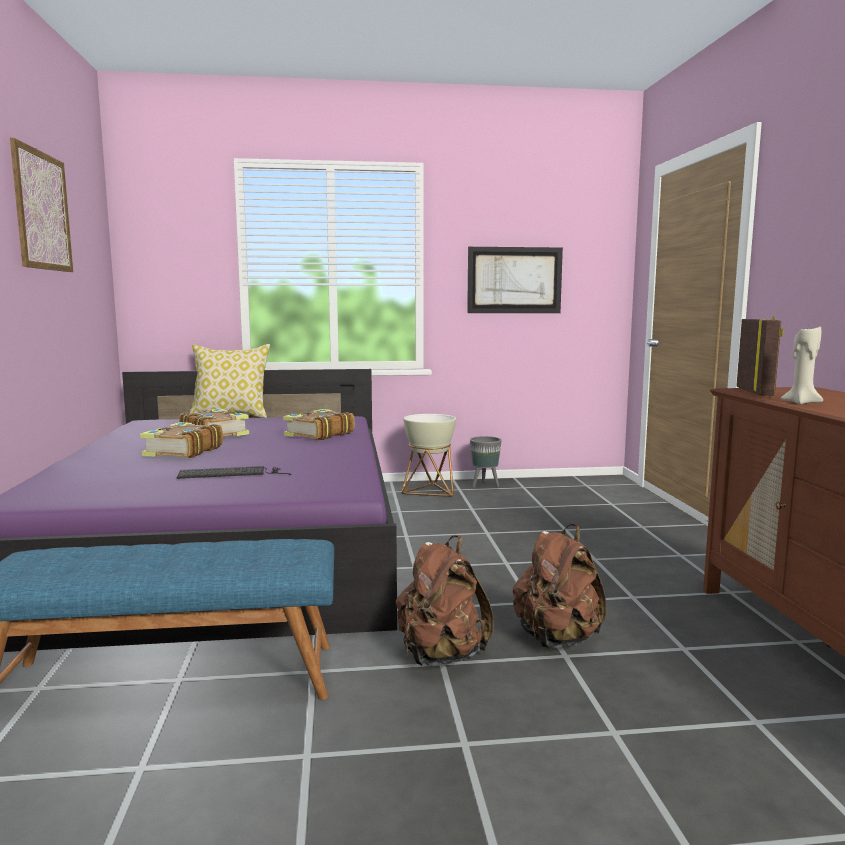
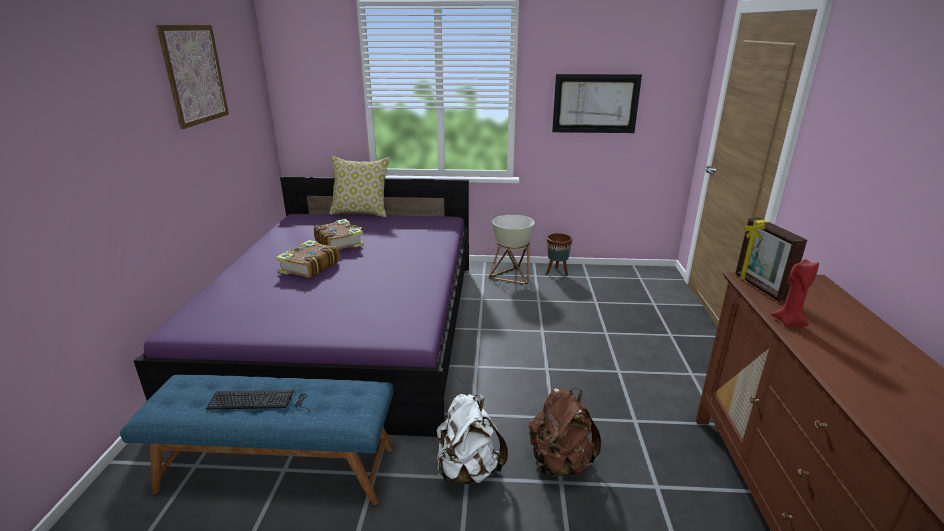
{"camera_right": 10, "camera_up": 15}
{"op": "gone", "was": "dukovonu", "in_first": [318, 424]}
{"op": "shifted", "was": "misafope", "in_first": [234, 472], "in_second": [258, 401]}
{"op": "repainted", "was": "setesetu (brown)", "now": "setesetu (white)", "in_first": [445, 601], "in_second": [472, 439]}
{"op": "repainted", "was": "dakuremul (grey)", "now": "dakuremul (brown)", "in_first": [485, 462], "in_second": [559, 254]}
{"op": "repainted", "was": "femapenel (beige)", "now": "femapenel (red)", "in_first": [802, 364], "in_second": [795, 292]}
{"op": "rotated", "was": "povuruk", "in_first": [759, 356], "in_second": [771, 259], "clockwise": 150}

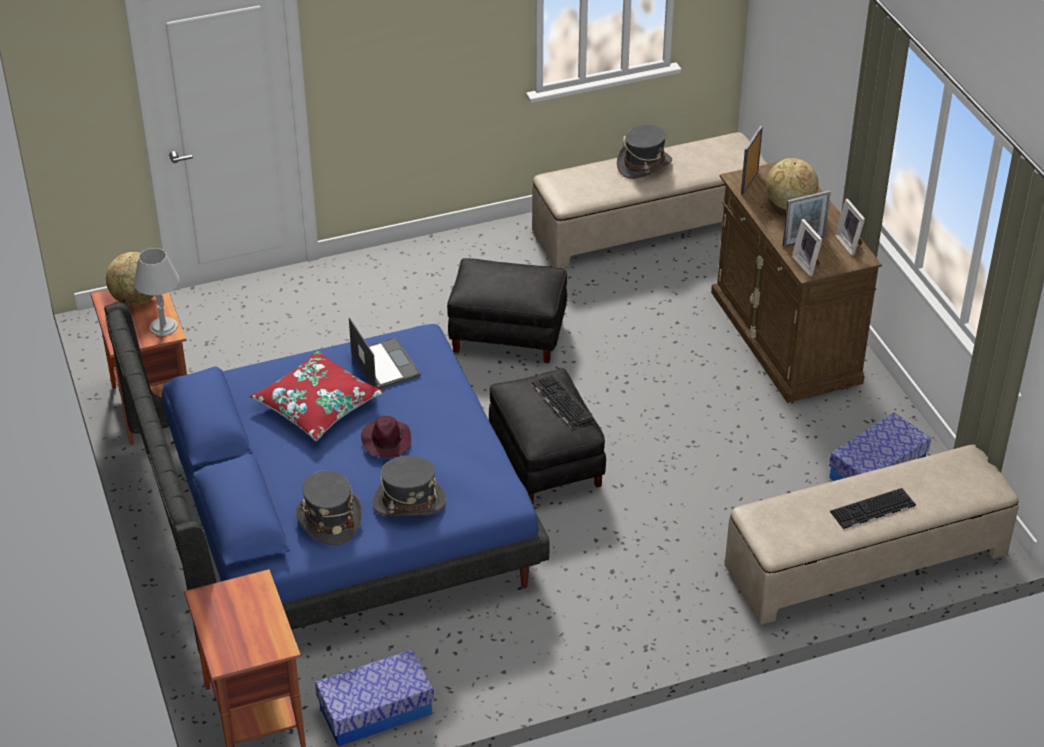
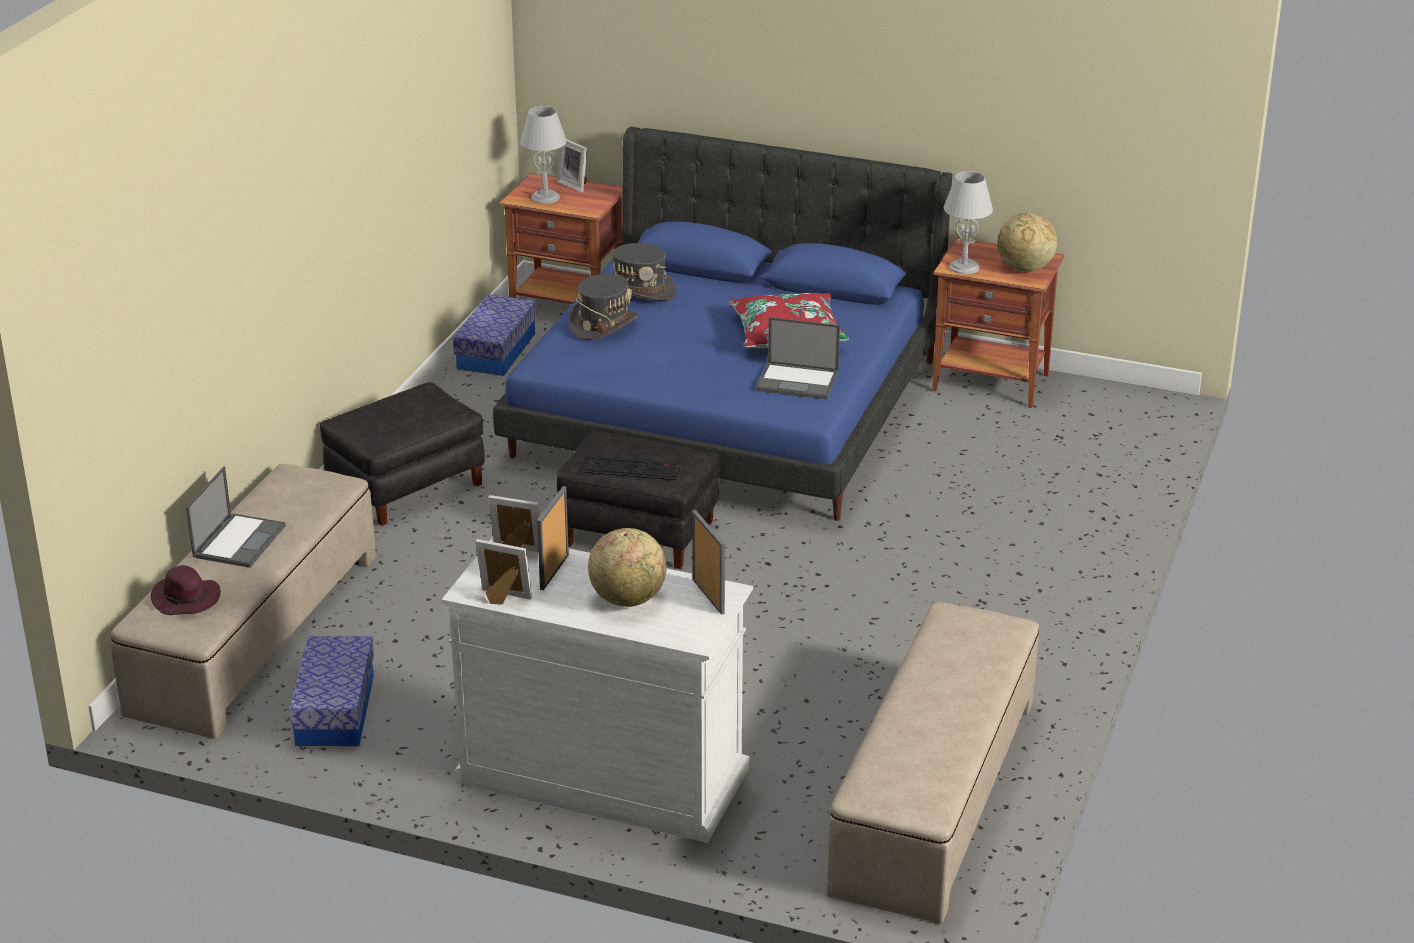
{"camera_right": 130, "camera_up": -10}
{"op": "gone", "was": "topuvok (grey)", "in_first": [644, 152]}
{"op": "new", "now": "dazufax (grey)", "in_second": [543, 155]}
{"op": "new", "now": "povuruk", "in_second": [571, 166]}
{"op": "shifted", "was": "topuvok (purple)", "in_first": [386, 437], "in_second": [186, 590]}
{"op": "shifted", "was": "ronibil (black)", "in_first": [507, 310], "in_second": [401, 454]}
{"op": "swapped", "was": "misafope", "now": "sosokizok", "in_first": [873, 509], "in_second": [236, 517]}
{"op": "repainted", "was": "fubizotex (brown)", "now": "fubizotex (white)", "in_first": [796, 282], "in_second": [597, 690]}

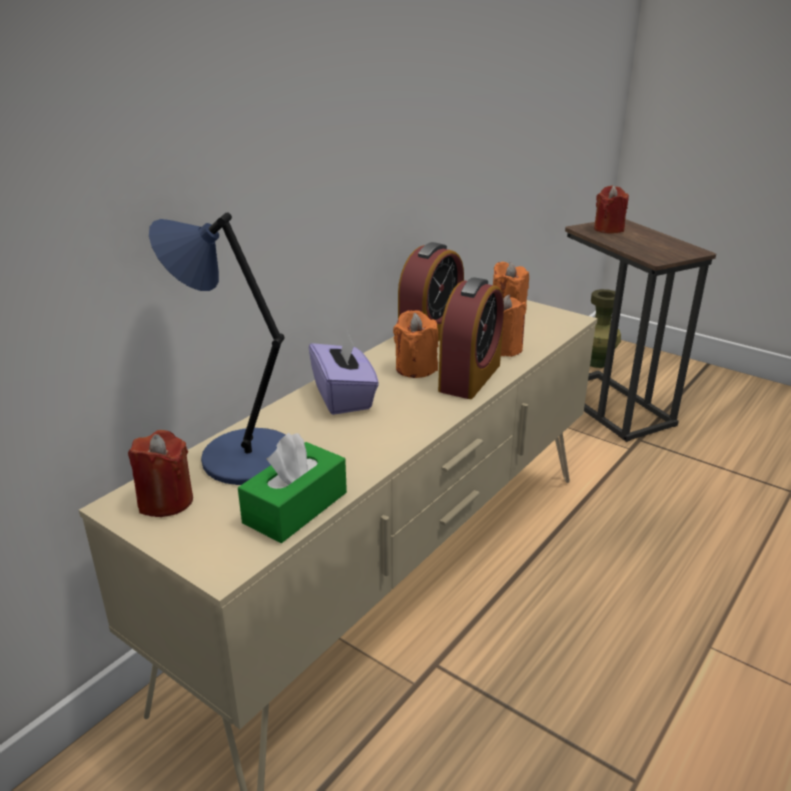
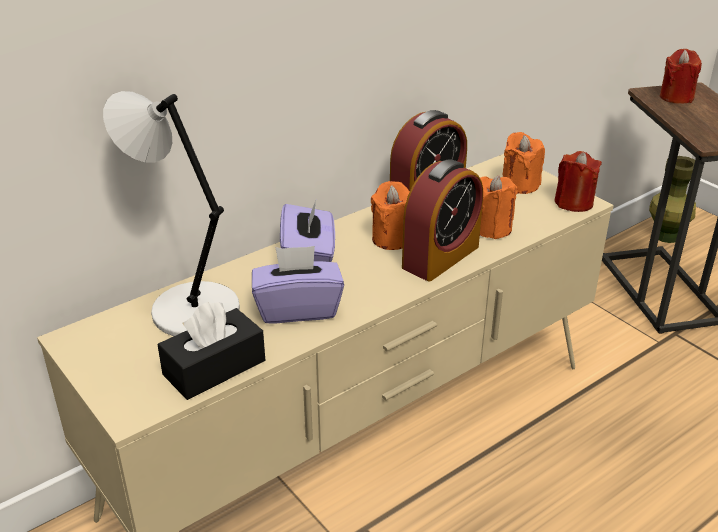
{"camera_right": 15, "camera_up": 5}
{"op": "new", "now": "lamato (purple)", "in_second": [298, 284]}
{"op": "shifted", "was": "femapenel (red)", "in_first": [160, 473], "in_second": [578, 181]}
{"op": "repainted", "was": "dazufax (blue)", "now": "dazufax (grey)", "in_first": [217, 349], "in_second": [171, 213]}
{"op": "repainted", "was": "lamato (green)", "now": "lamato (black)", "in_first": [292, 488], "in_second": [211, 351]}

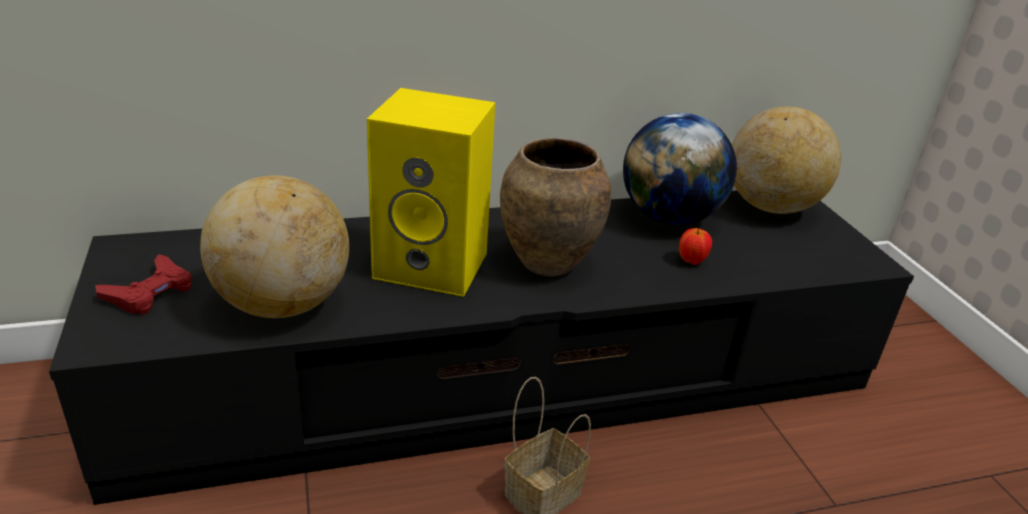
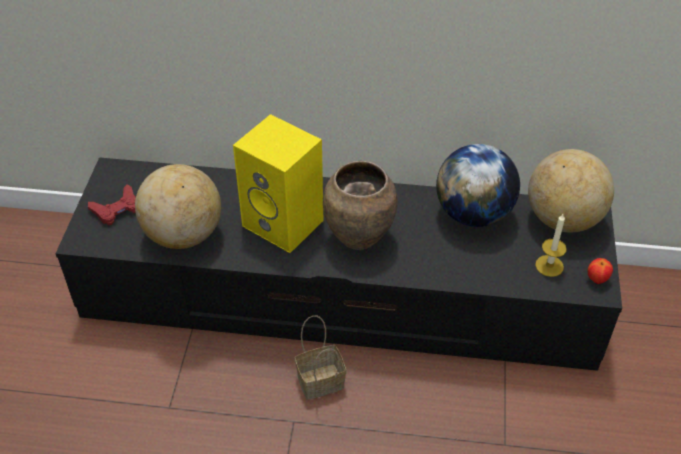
{"camera_right": 25, "camera_up": 15}
{"op": "new", "now": "femapenel", "in_second": [551, 245]}
{"op": "shifted", "was": "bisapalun", "in_first": [695, 246], "in_second": [600, 271]}

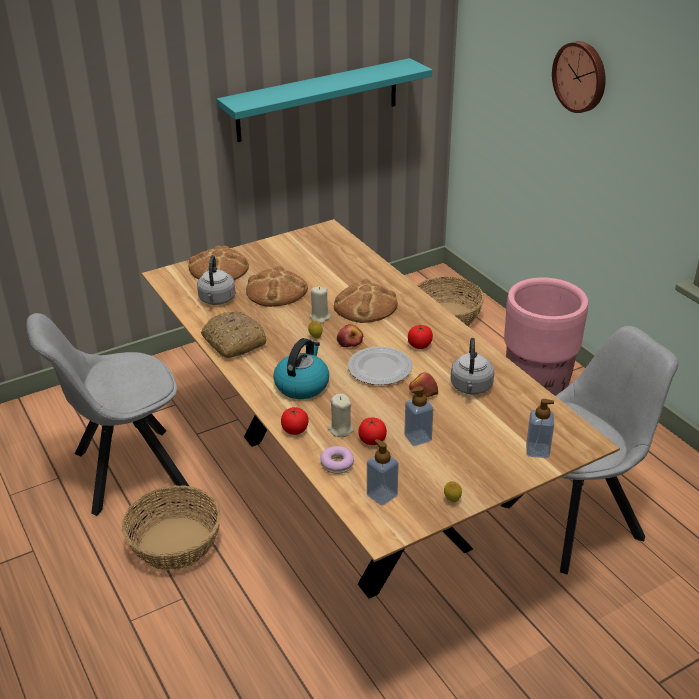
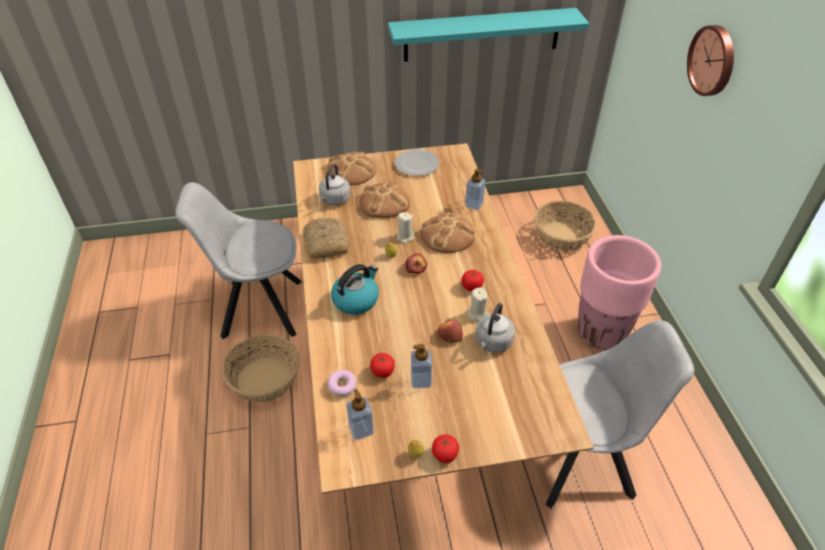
{"camera_right": 20, "camera_up": 10}
{"op": "shifted", "was": "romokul", "in_first": [295, 421], "in_second": [445, 448]}
{"op": "shifted", "was": "femapenel (beige)", "in_first": [340, 415], "in_second": [477, 305]}
{"op": "shifted", "was": "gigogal", "in_first": [380, 365], "in_second": [416, 162]}
{"op": "shifted", "was": "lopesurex", "in_first": [540, 428], "in_second": [475, 189]}

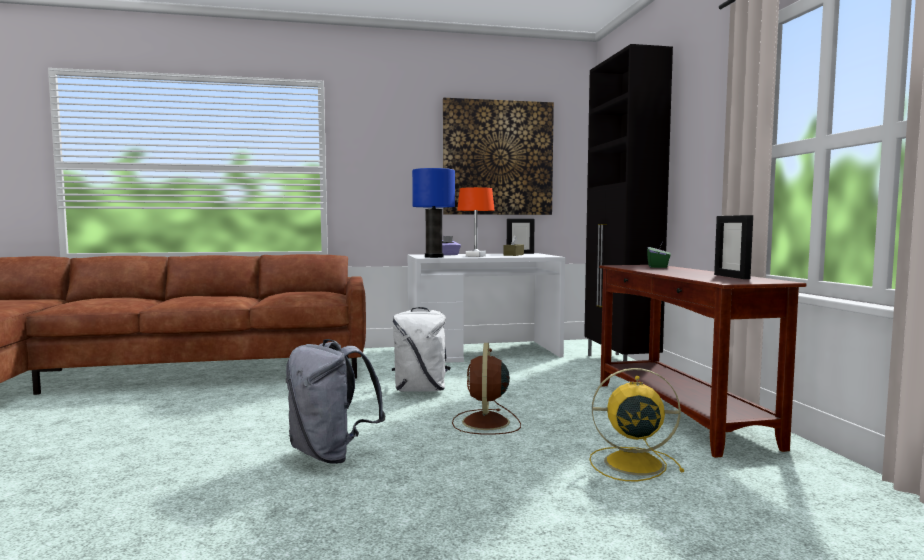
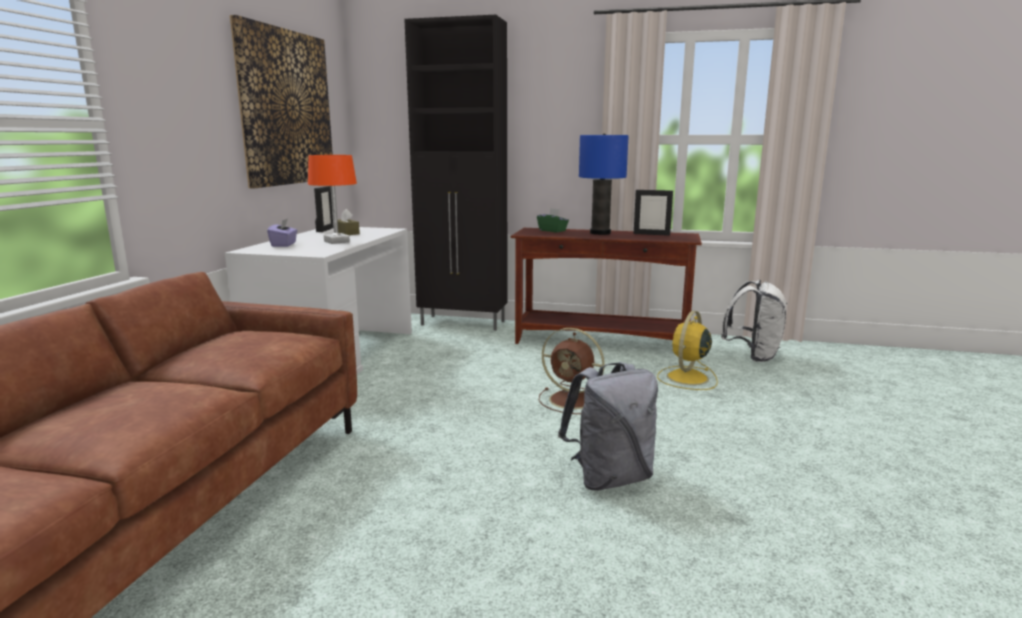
{"camera_right": -65, "camera_up": 10}
{"op": "shifted", "was": "setesetu (white)", "in_first": [421, 349], "in_second": [754, 321]}
{"op": "shifted", "was": "dazufax (blue)", "in_first": [433, 213], "in_second": [604, 184]}

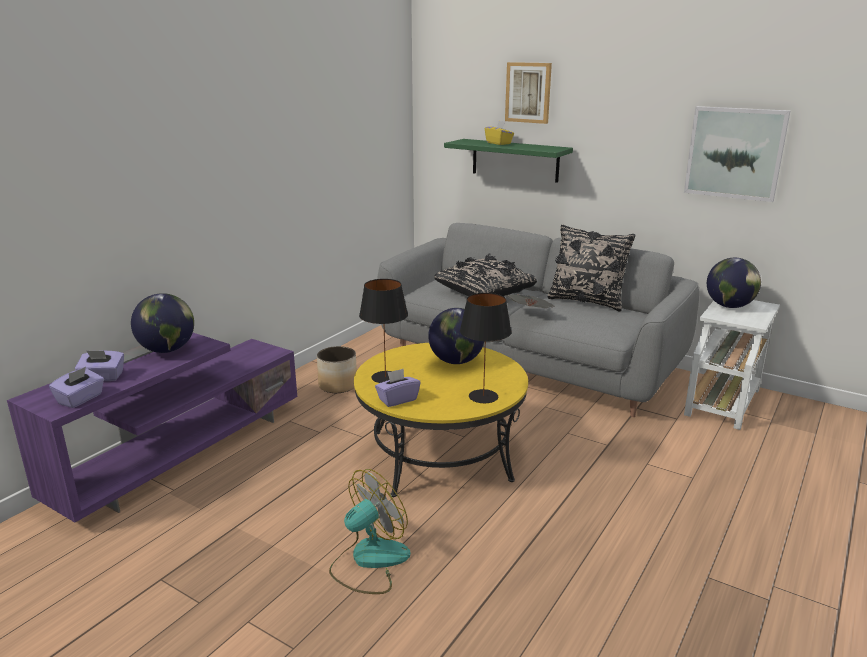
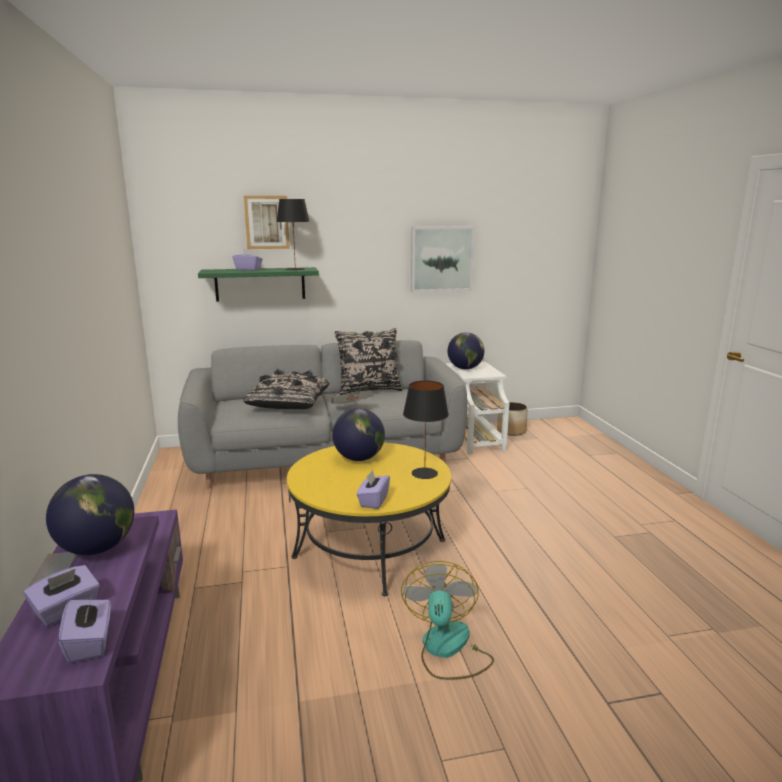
{"camera_right": -45, "camera_up": -5}
{"op": "shifted", "was": "dakuremul", "in_first": [337, 369], "in_second": [512, 419]}
{"op": "shifted", "was": "dazufax (black)", "in_first": [383, 331], "in_second": [293, 234]}
{"op": "repainted", "was": "lamato (yellow)", "now": "lamato (purple)", "in_first": [499, 133], "in_second": [247, 259]}

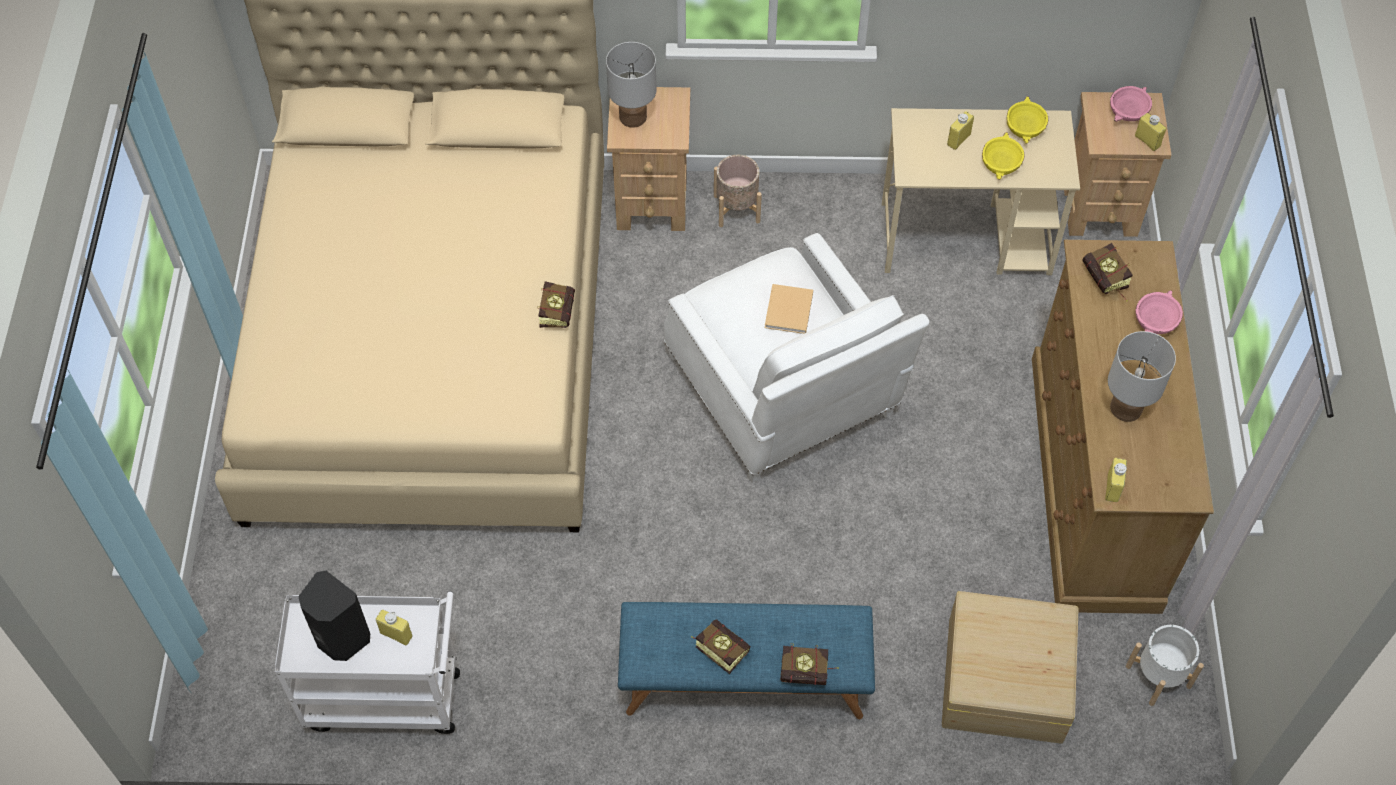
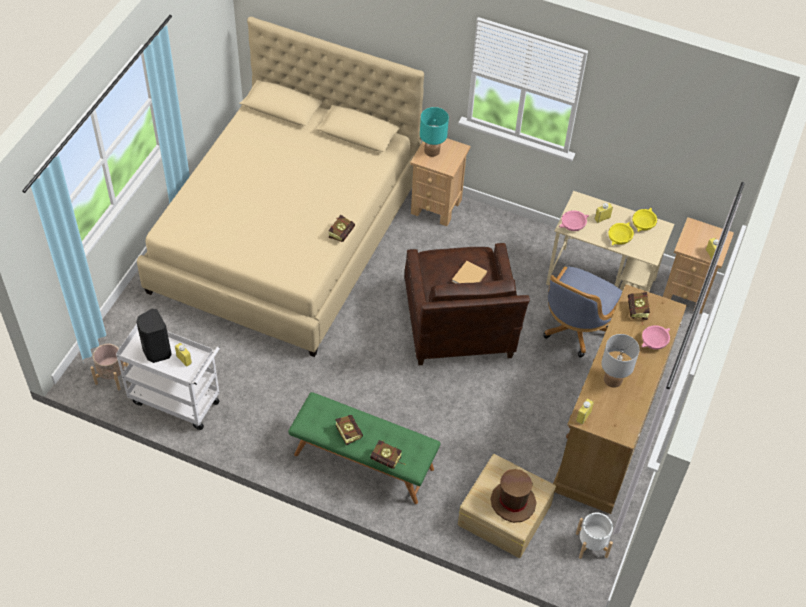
{"camera_right": 20, "camera_up": -5}
{"op": "new", "now": "topuvok (brown)", "in_second": [514, 496]}
{"op": "new", "now": "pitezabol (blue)", "in_second": [583, 311]}
{"op": "shifted", "was": "dakuremul (beige)", "in_first": [738, 191], "in_second": [109, 367]}
{"op": "shifted", "was": "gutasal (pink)", "in_first": [1131, 104], "in_second": [574, 220]}
{"op": "repainted", "was": "dazufax (grey)", "now": "dazufax (turquoise)", "in_first": [631, 85], "in_second": [434, 132]}
{"op": "repainted", "was": "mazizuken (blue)", "now": "mazizuken (green)", "in_first": [746, 660], "in_second": [364, 448]}
{"op": "repainted", "was": "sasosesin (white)", "now": "sasosesin (brown)", "in_first": [797, 358], "in_second": [467, 304]}

